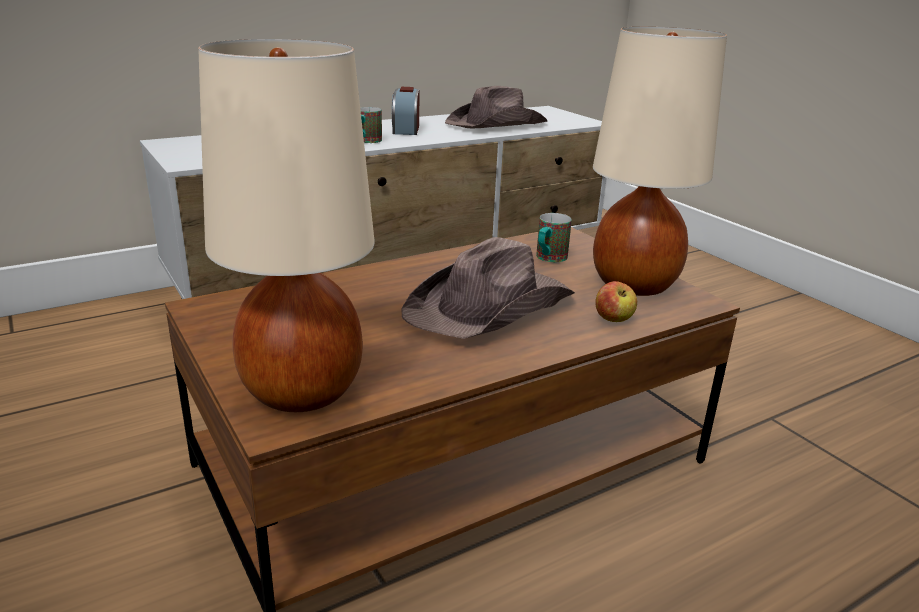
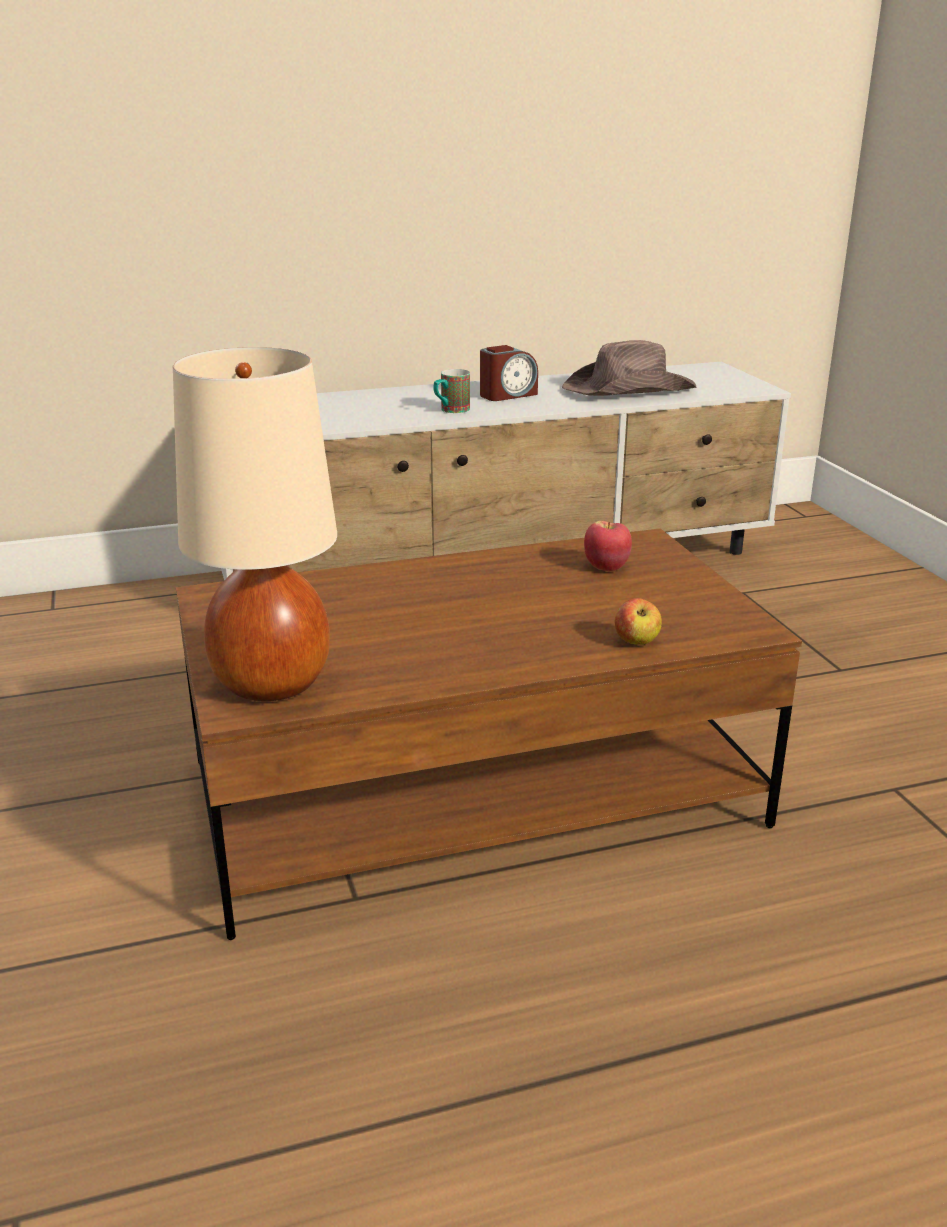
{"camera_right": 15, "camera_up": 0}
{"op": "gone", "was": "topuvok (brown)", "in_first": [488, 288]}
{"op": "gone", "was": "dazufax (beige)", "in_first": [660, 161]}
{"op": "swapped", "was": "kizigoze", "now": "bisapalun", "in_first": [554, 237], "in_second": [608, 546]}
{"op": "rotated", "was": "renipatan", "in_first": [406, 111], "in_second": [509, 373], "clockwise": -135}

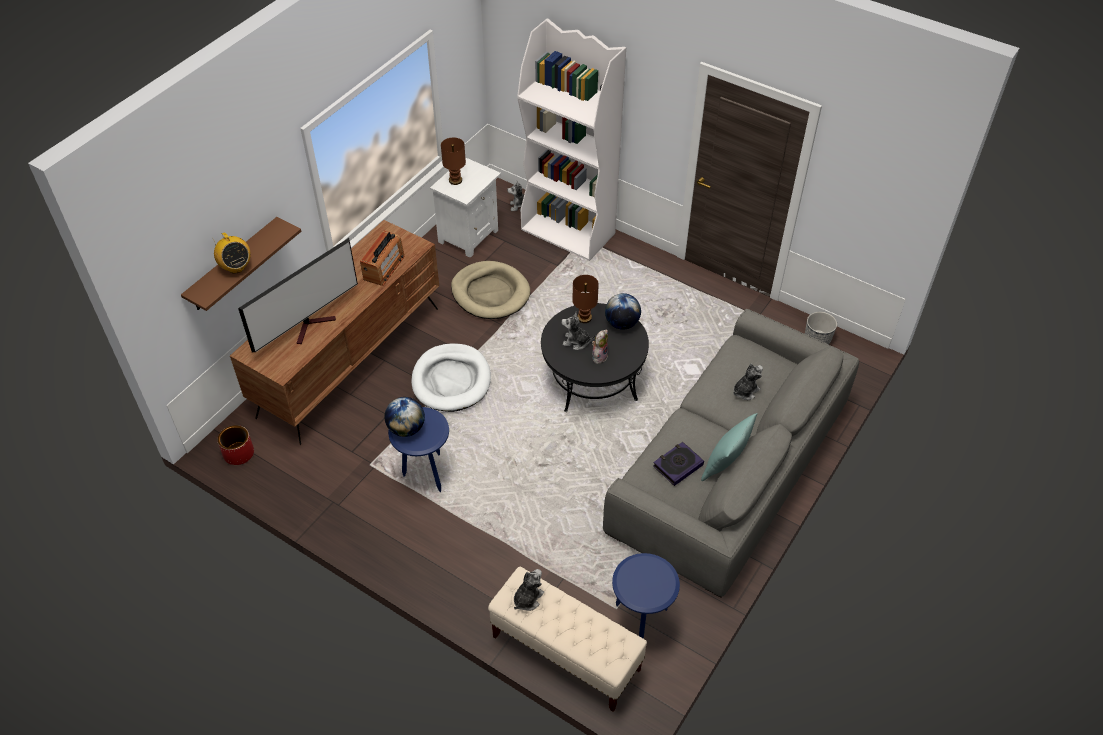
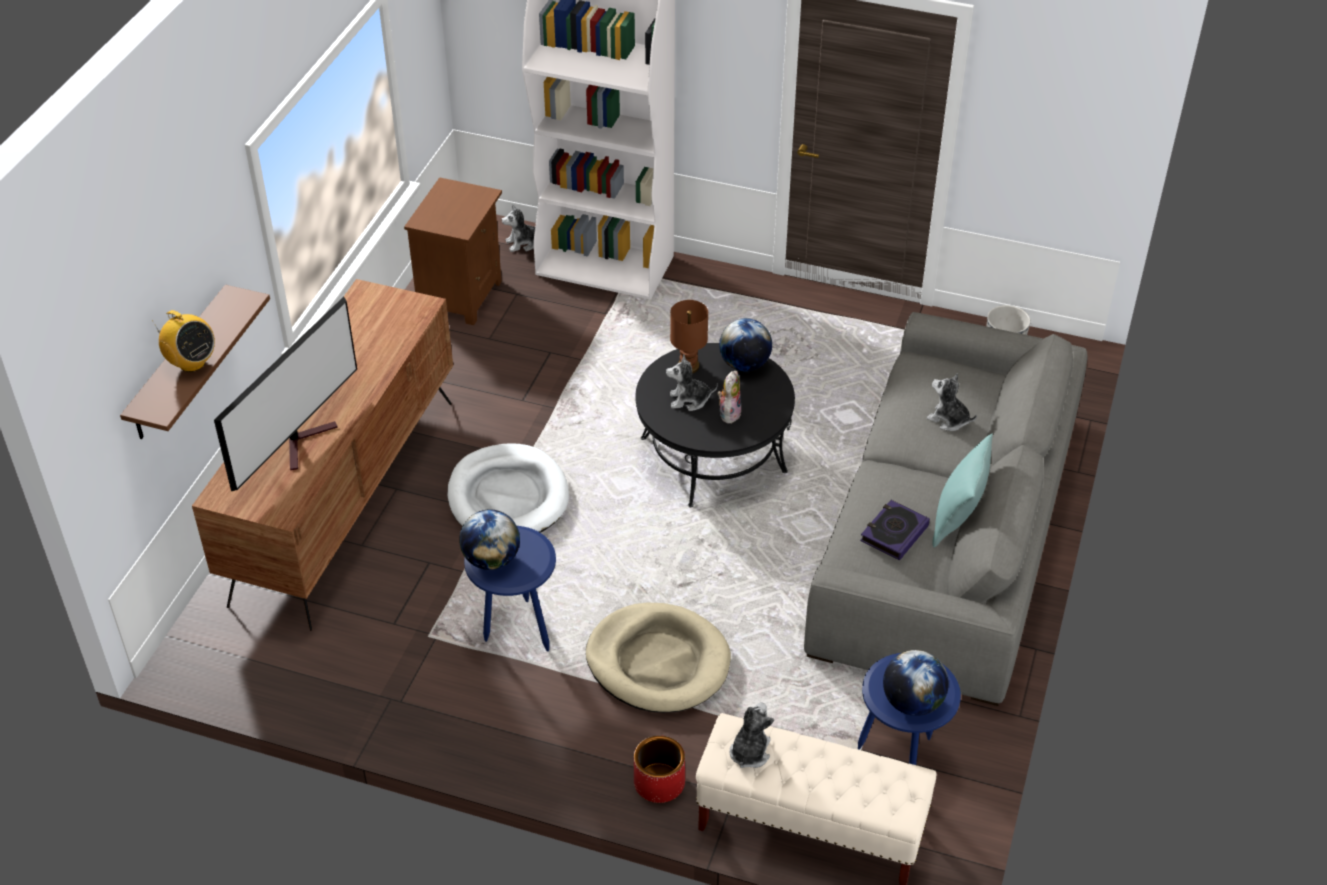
{"camera_right": -15, "camera_up": -5}
{"op": "gone", "was": "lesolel", "in_first": [382, 258]}
{"op": "gone", "was": "dazufax (brown)", "in_first": [453, 161]}
{"op": "new", "now": "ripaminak", "in_second": [916, 683]}
{"op": "shifted", "was": "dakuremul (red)", "in_first": [235, 445], "in_second": [659, 769]}
{"op": "shifted", "was": "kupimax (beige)", "in_first": [490, 290], "in_second": [658, 658]}
{"op": "repainted", "was": "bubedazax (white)", "now": "bubedazax (brown)", "in_first": [465, 207], "in_second": [453, 251]}
{"op": "rotated", "was": "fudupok", "in_first": [748, 381], "in_second": [952, 402], "clockwise": -90}

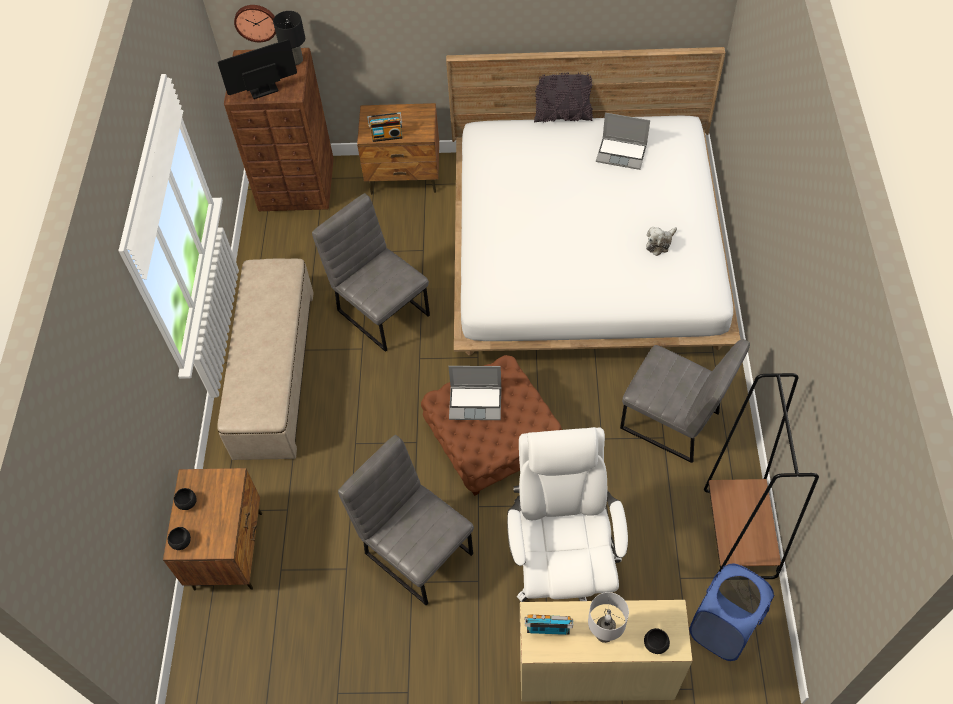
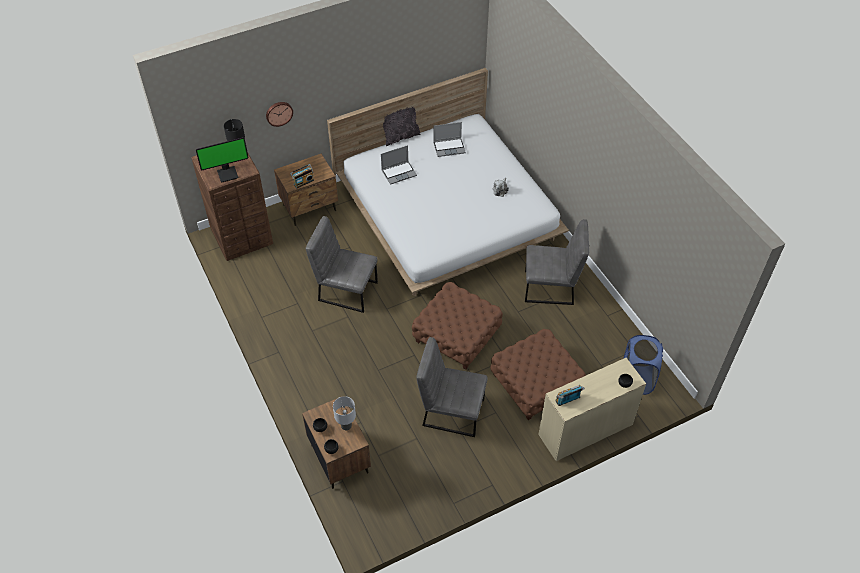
{"camera_right": -30, "camera_up": -5}
{"op": "gone", "was": "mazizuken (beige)", "in_first": [265, 359]}
{"op": "gone", "was": "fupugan", "in_first": [761, 476]}
{"op": "shifted", "was": "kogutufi", "in_first": [255, 23], "in_second": [279, 114]}
{"op": "shifted", "was": "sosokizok", "in_first": [474, 393], "in_second": [399, 165]}
{"op": "shifted", "was": "dazufax (white)", "in_first": [608, 617], "in_second": [344, 413]}
{"op": "swapped", "was": "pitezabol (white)", "now": "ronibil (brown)", "in_first": [567, 514], "in_second": [538, 374]}
{"op": "rotated", "was": "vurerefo", "in_first": [257, 69], "in_second": [222, 160], "clockwise": -150}

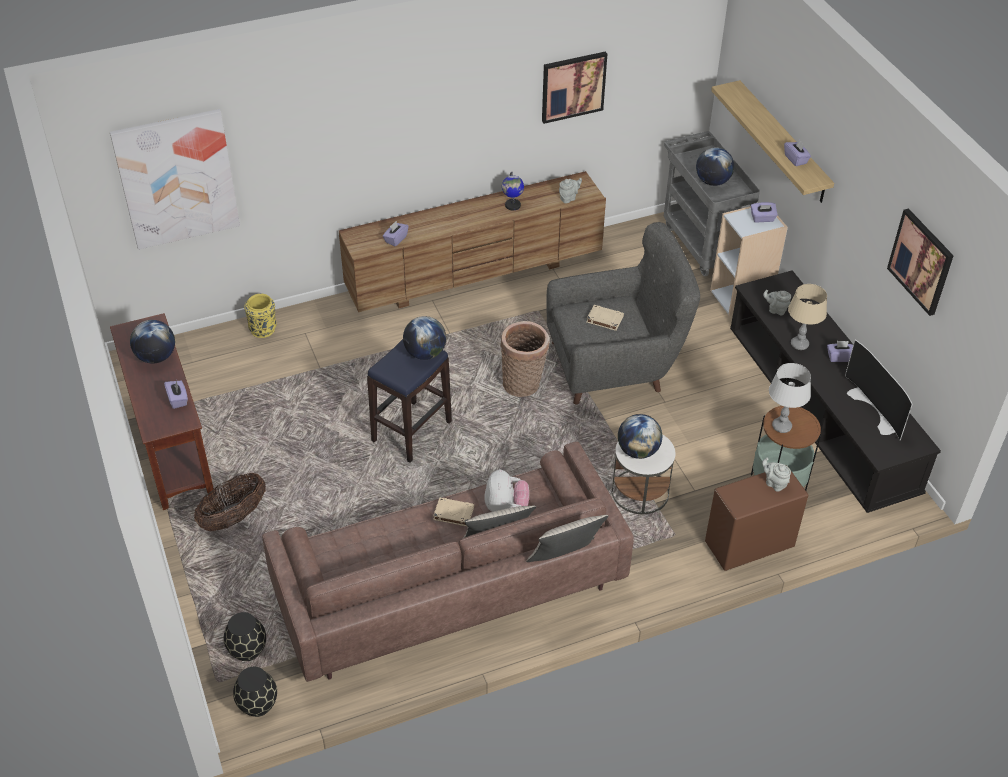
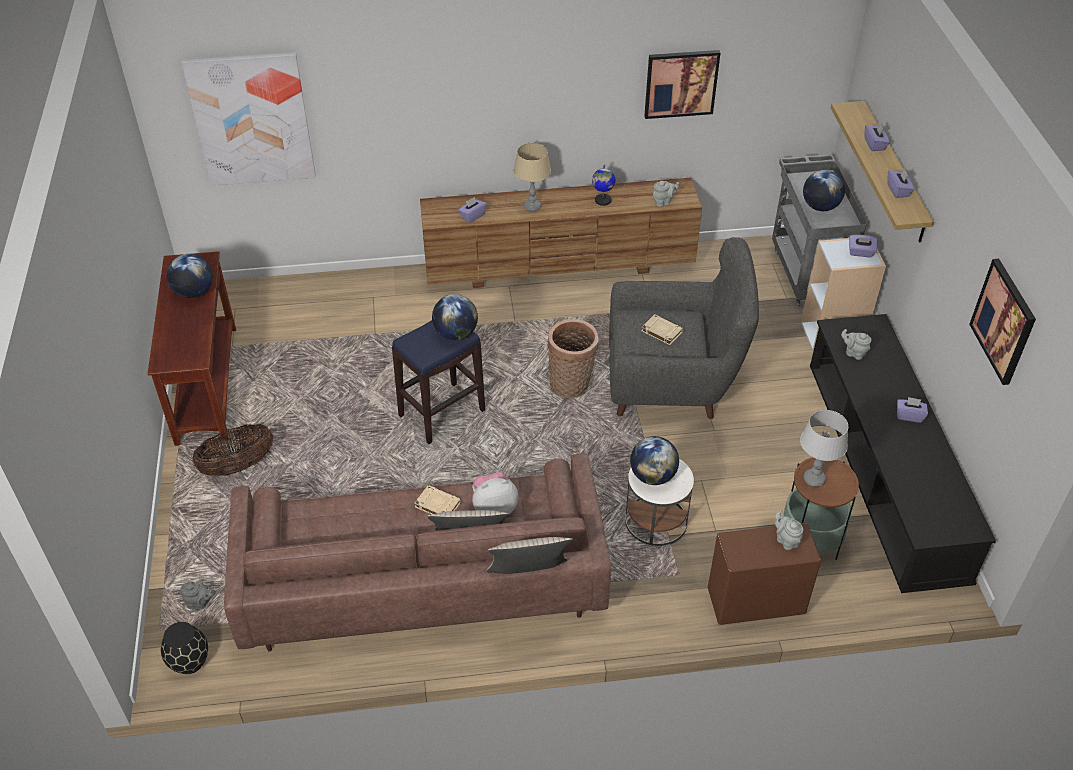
{"camera_right": 15, "camera_up": 0}
{"op": "gone", "was": "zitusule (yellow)", "in_first": [260, 315]}
{"op": "gone", "was": "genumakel", "in_first": [879, 390]}
{"op": "shifted", "was": "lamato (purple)", "in_first": [176, 394], "in_second": [877, 137]}
{"op": "shifted", "was": "dazufax (beige)", "in_first": [807, 317], "in_second": [532, 177]}
{"op": "swapped", "was": "zitusule (black)", "now": "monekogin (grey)", "in_first": [245, 636], "in_second": [198, 596]}
{"op": "rotated", "was": "fudupok", "in_first": [506, 490], "in_second": [495, 493], "clockwise": -120}

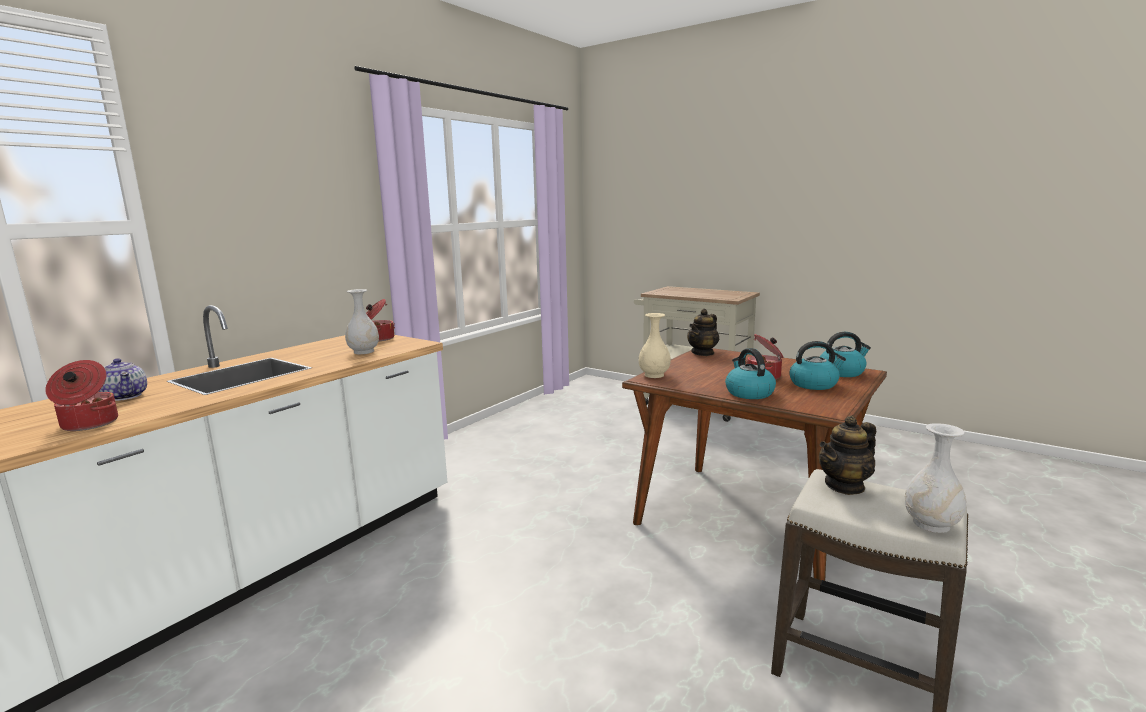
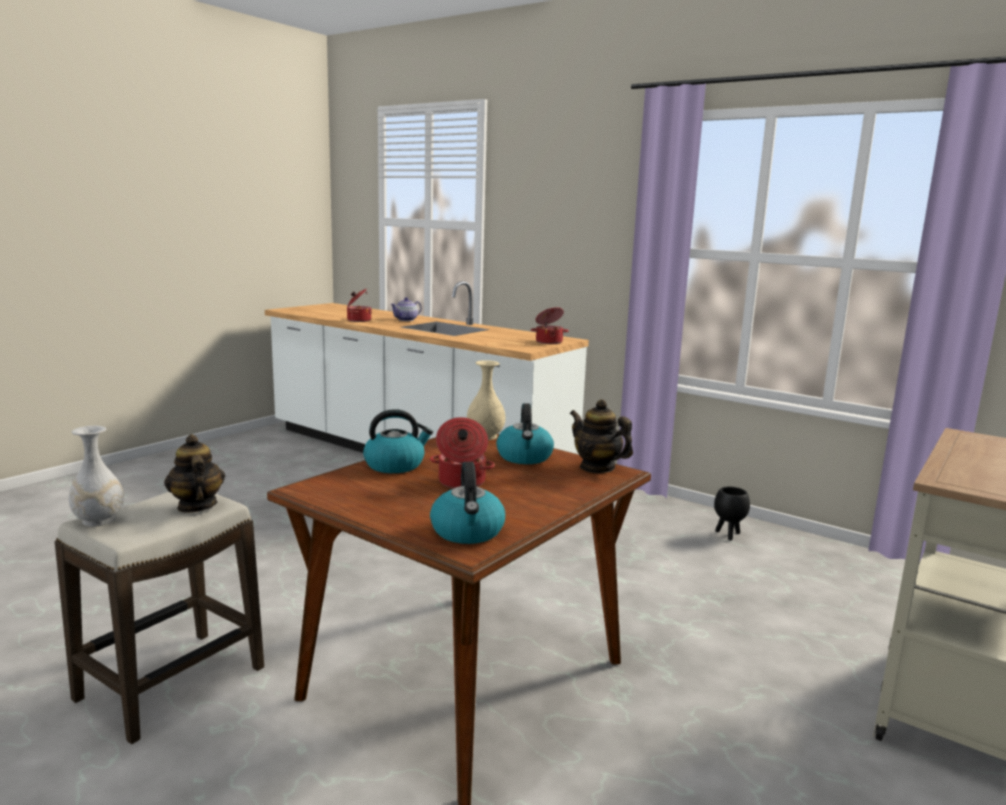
{"camera_right": 90, "camera_up": 0}
{"op": "gone", "was": "zitusule (white)", "in_first": [362, 321]}
{"op": "new", "now": "dakuremul (black)", "in_second": [732, 513]}
{"op": "shifted", "was": "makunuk", "in_first": [818, 365], "in_second": [525, 433]}

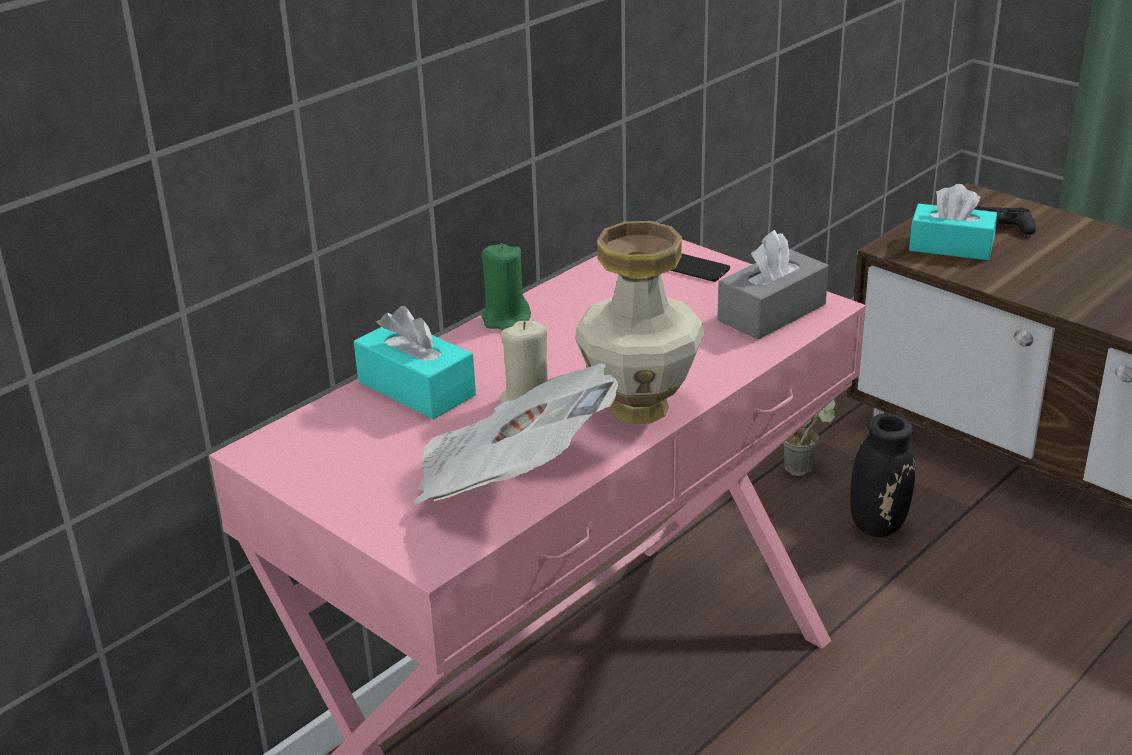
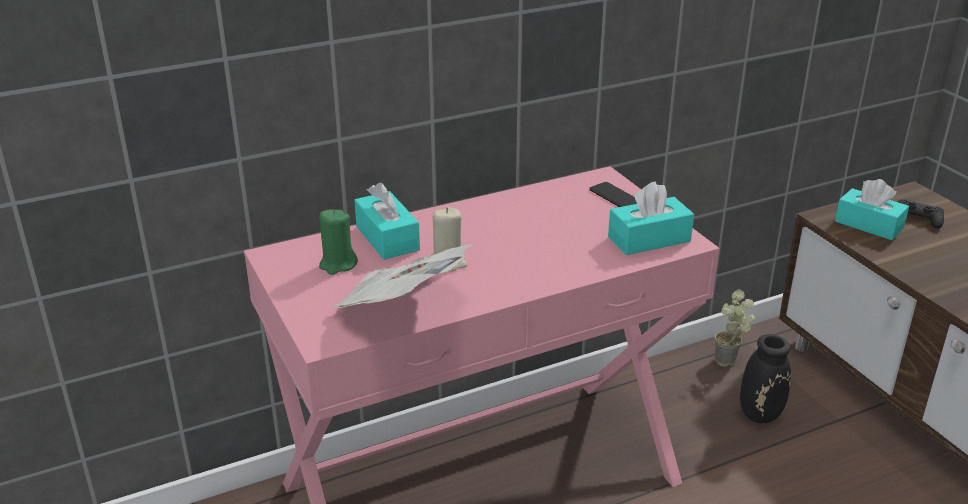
{"camera_right": 20, "camera_up": 0}
{"op": "gone", "was": "zitusule", "in_first": [639, 322]}
{"op": "shifted", "was": "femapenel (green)", "in_first": [506, 287], "in_second": [338, 242]}
{"op": "repainted", "was": "lamato (grey)", "now": "lamato (turquoise)", "in_first": [773, 285], "in_second": [651, 218]}

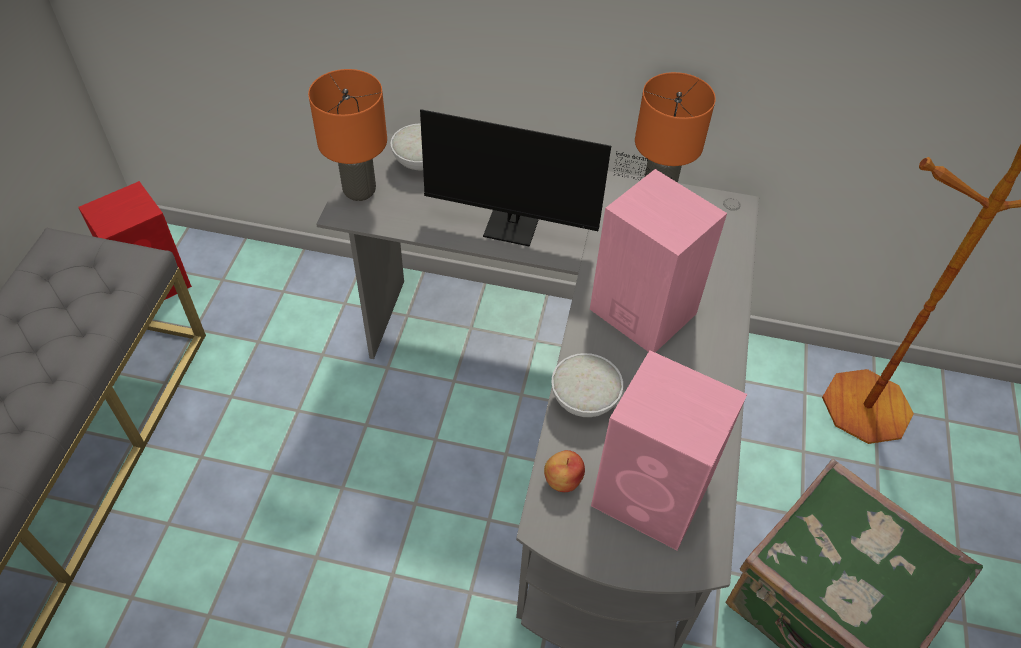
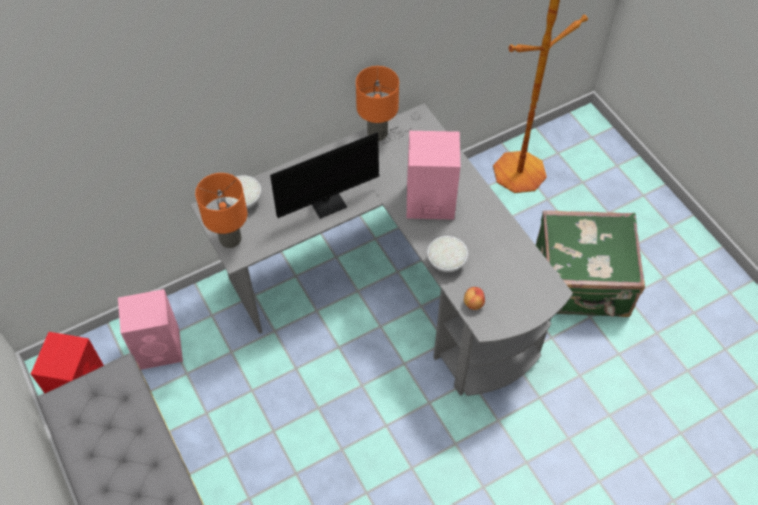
{"camera_right": -40, "camera_up": 5}
{"op": "shifted", "was": "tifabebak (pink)", "in_first": [669, 450], "in_second": [150, 329]}

